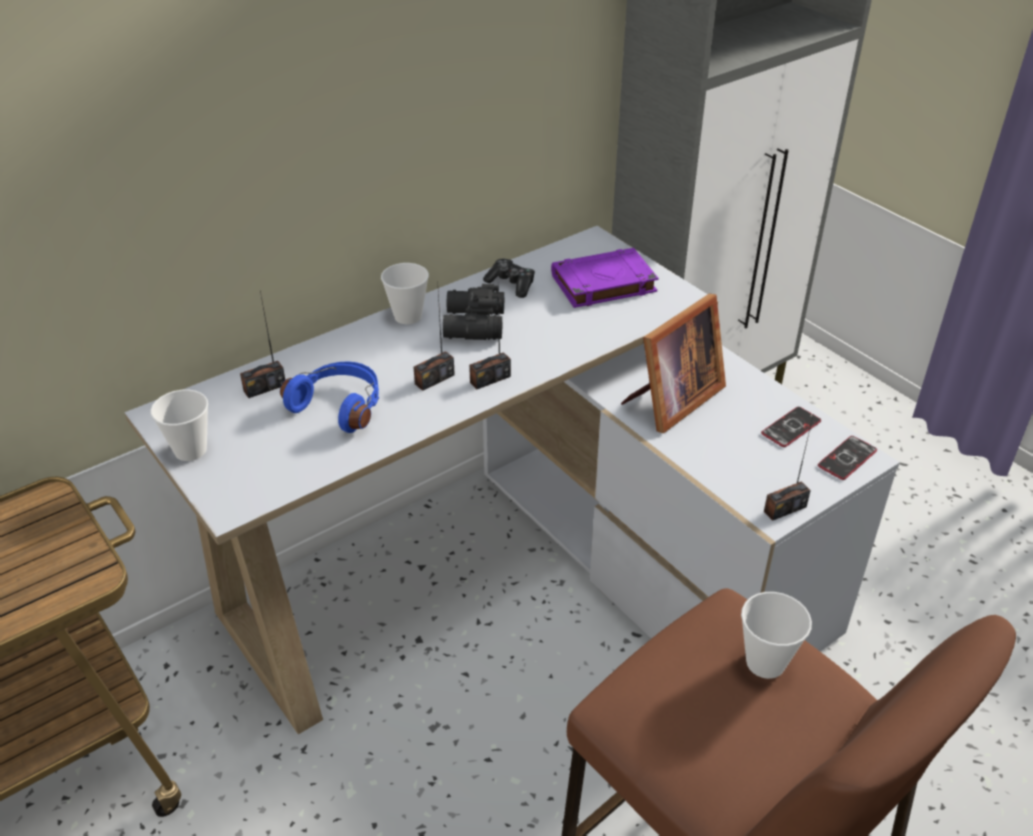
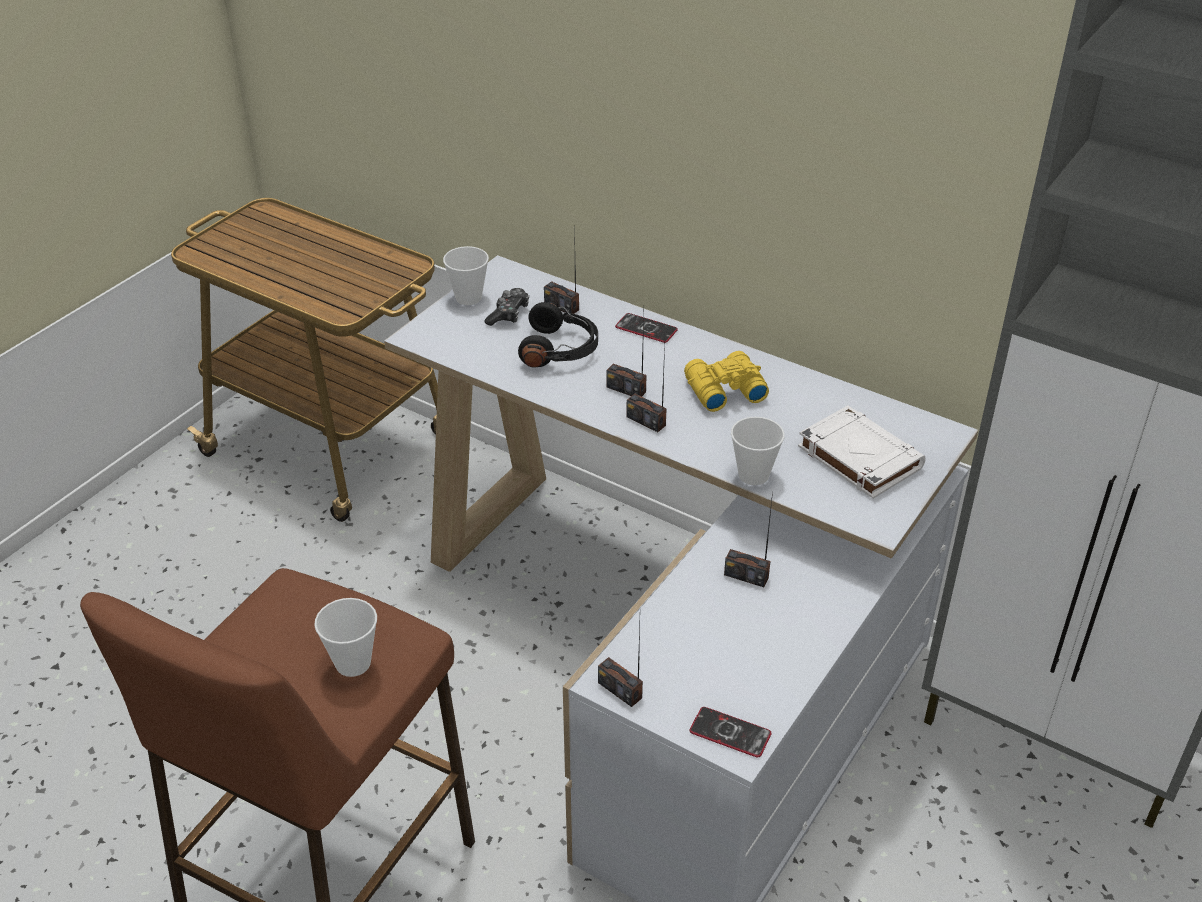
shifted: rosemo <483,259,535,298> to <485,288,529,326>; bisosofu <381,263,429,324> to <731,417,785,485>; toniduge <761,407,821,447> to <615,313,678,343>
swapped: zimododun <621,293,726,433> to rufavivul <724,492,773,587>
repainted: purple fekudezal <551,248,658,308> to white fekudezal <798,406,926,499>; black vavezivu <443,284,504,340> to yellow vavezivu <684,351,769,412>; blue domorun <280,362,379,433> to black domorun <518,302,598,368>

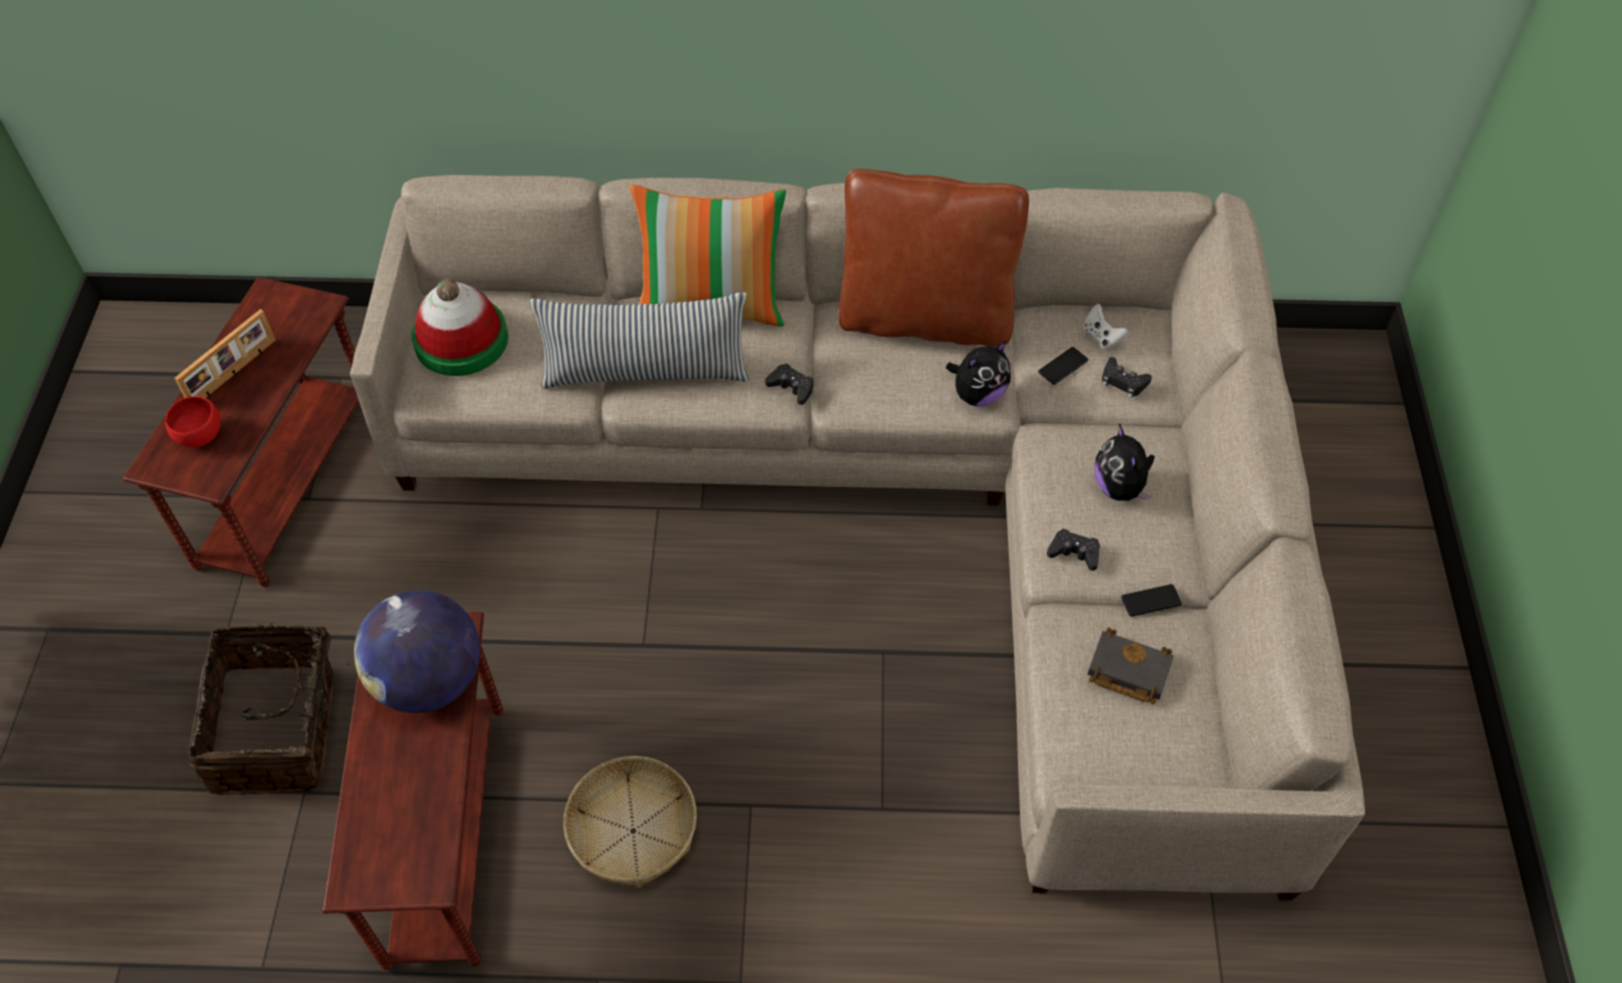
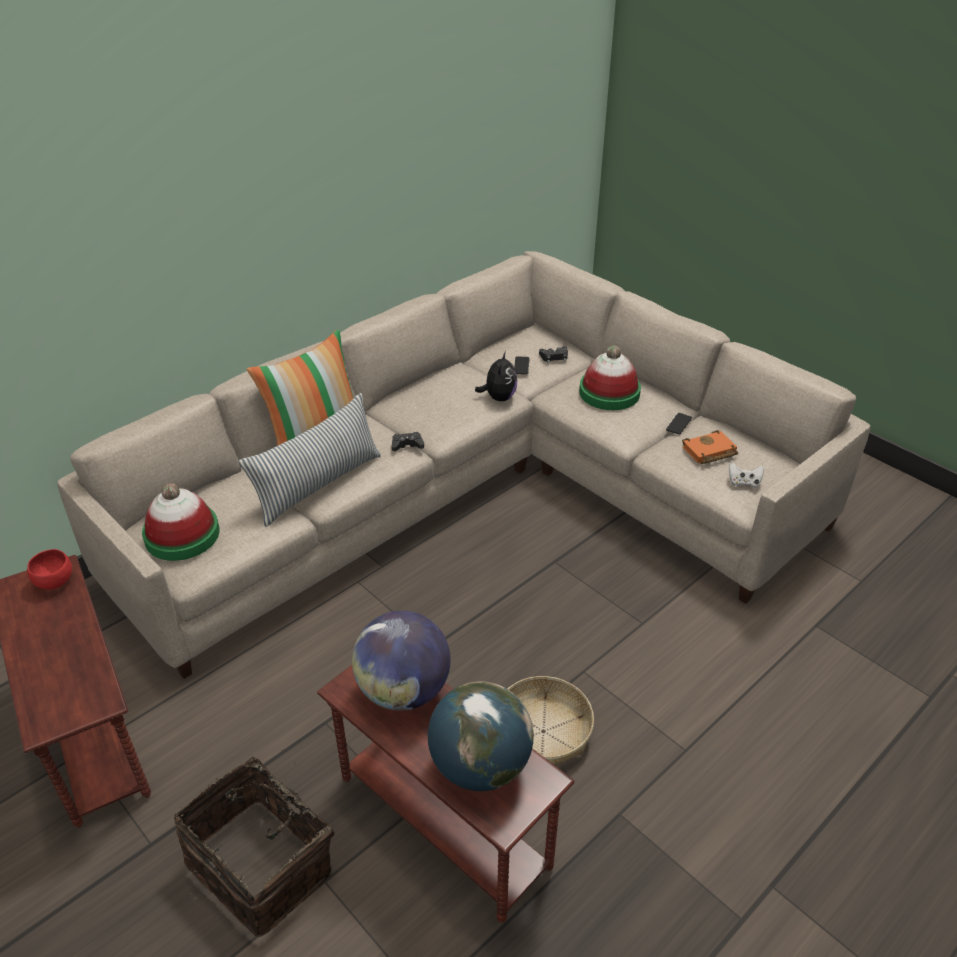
gone: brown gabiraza <838,169,1029,347>; zimododun <175,309,276,398>; black rosemo <1047,529,1100,571>
new: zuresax <428,681,534,791>
shifted: white rosemo <1082,304,1129,351> to <729,462,764,488>; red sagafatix <165,396,221,447> to <27,549,72,589>
swapped: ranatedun <1094,424,1155,501> to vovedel <579,345,641,410>
repainted: black fekudezal <1088,628,1174,704> to orange fekudezal <682,430,738,464>

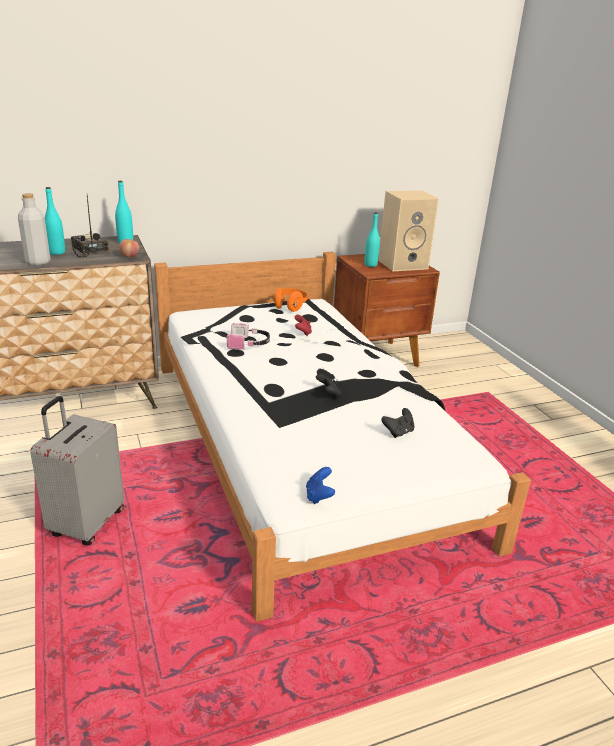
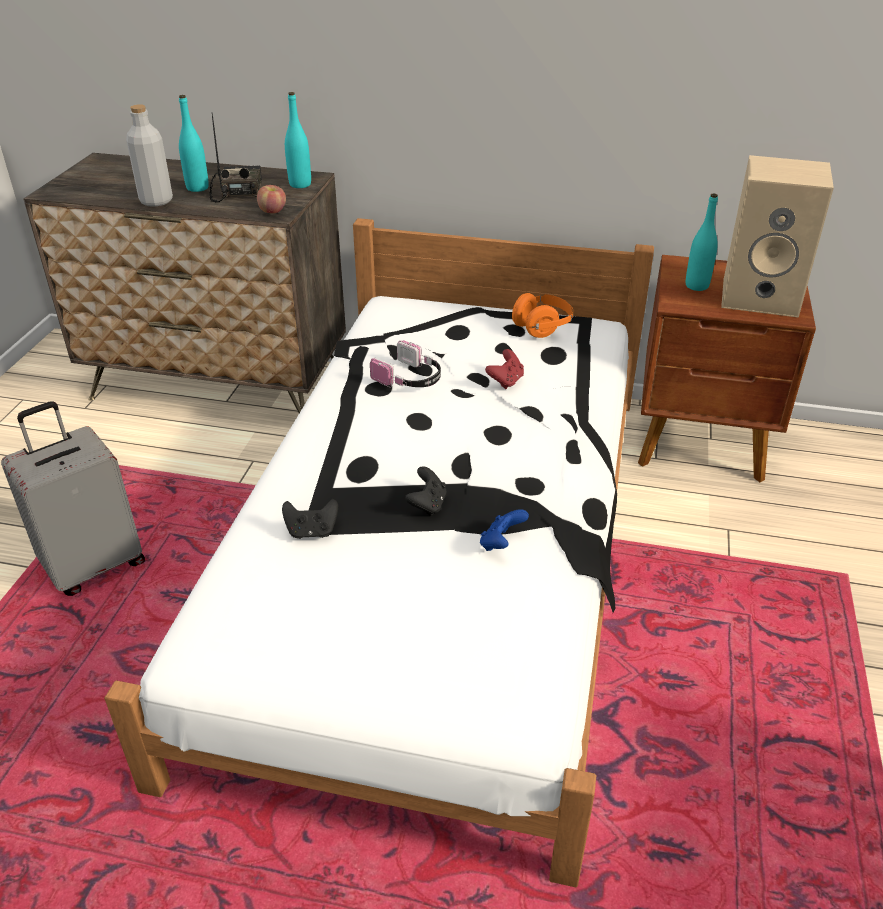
shifted: black rosemo <381,408,415,438> to <282,499,338,539>; blue rosemo <306,467,335,504> to <480,509,529,551>

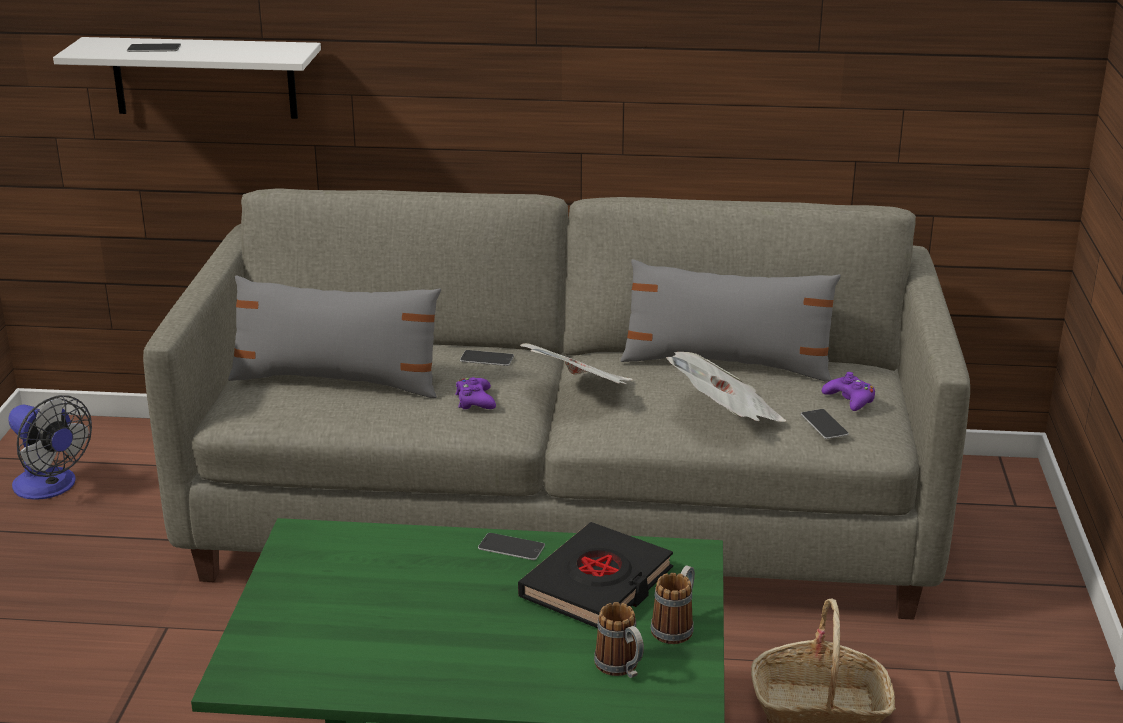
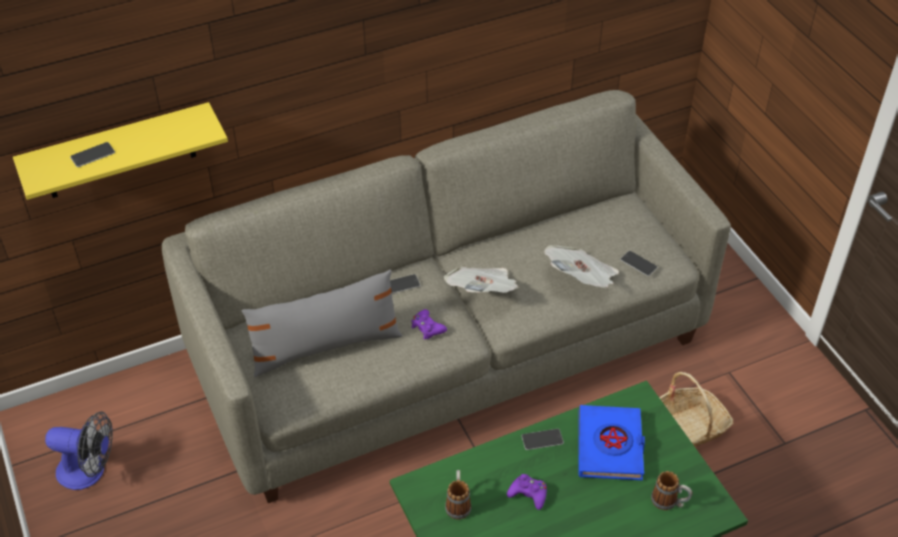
gone: grey gabiraza <620,259,841,382>
shifted: purple rosemo <822,372,875,411> to <507,474,547,510>; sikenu <651,565,695,644> to <445,470,471,519>
repainted: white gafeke <53,37,321,119> to yellow gafeke <13,102,228,200>; black fekudezal <518,522,673,628> to blue fekudezal <578,405,645,481>

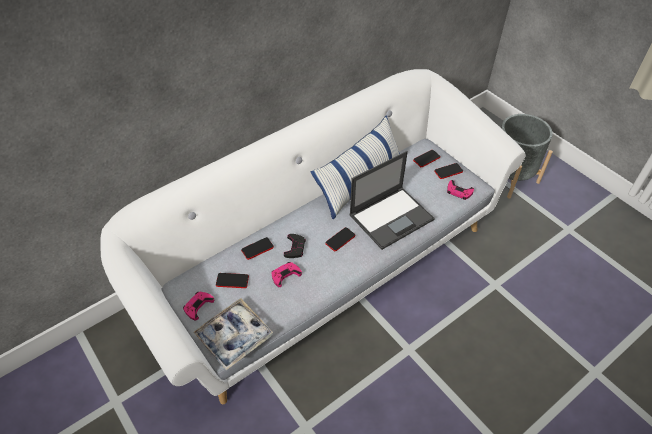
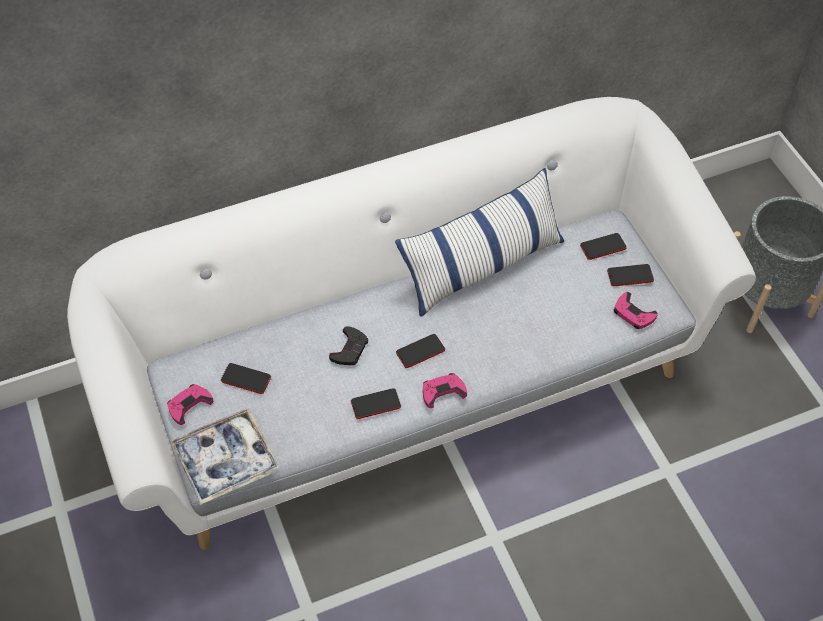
gone: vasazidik <349,151,435,250>
shifted: toniduge <241,237,274,260> to <351,388,401,419>; pink rosemo <271,262,302,287> to <423,373,467,408>

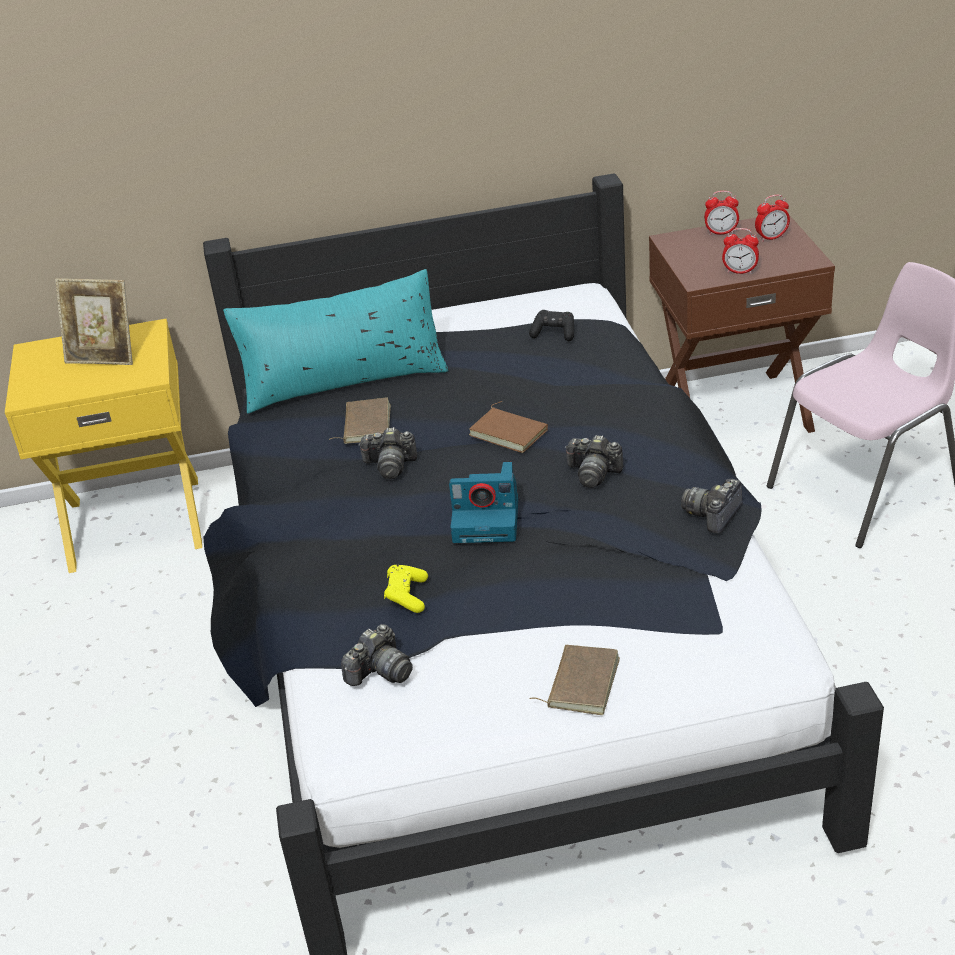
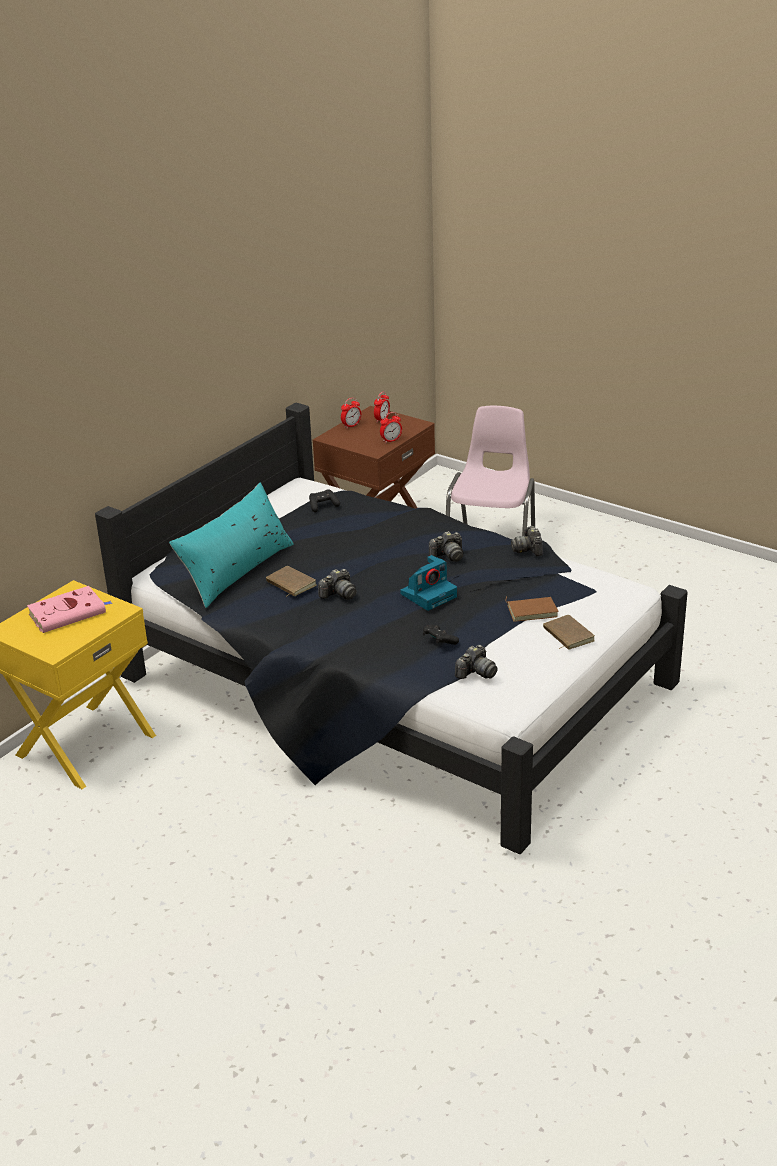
shifted: brown fekudezal <469,401,548,453> to <505,597,559,622>
swapped: zimododun <55,278,133,365> to pink fekudezal <27,586,112,633>
repainted: yellow rosemo <384,565,428,613> to black rosemo <423,625,459,645>
rotated: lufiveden <341,624,413,686> = <455,645,498,679> 45 degrees clockwise

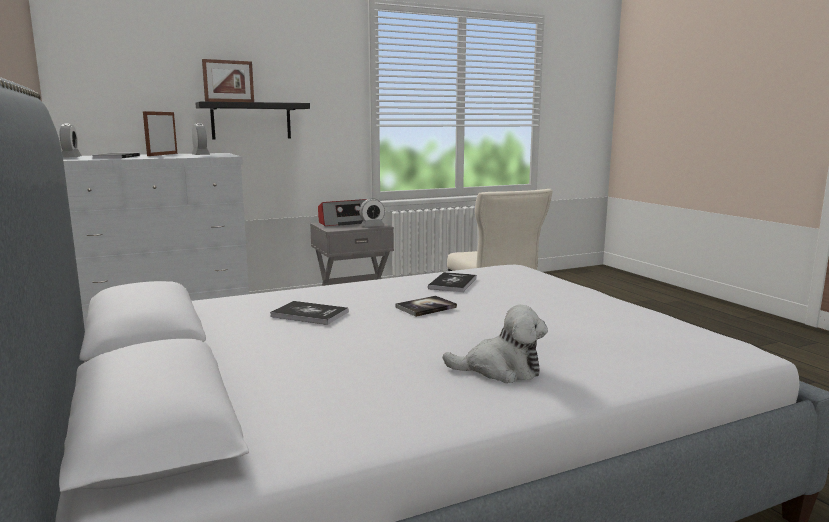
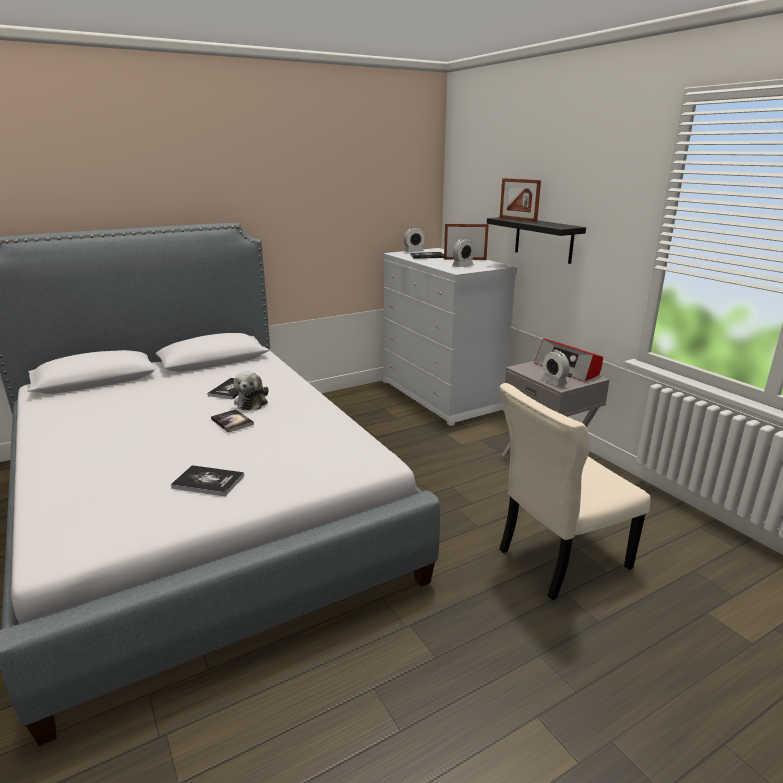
shifted: fekudezal <428,272,476,292> to <171,465,244,496>; ranatedun <443,305,548,383> to <234,372,268,410>

